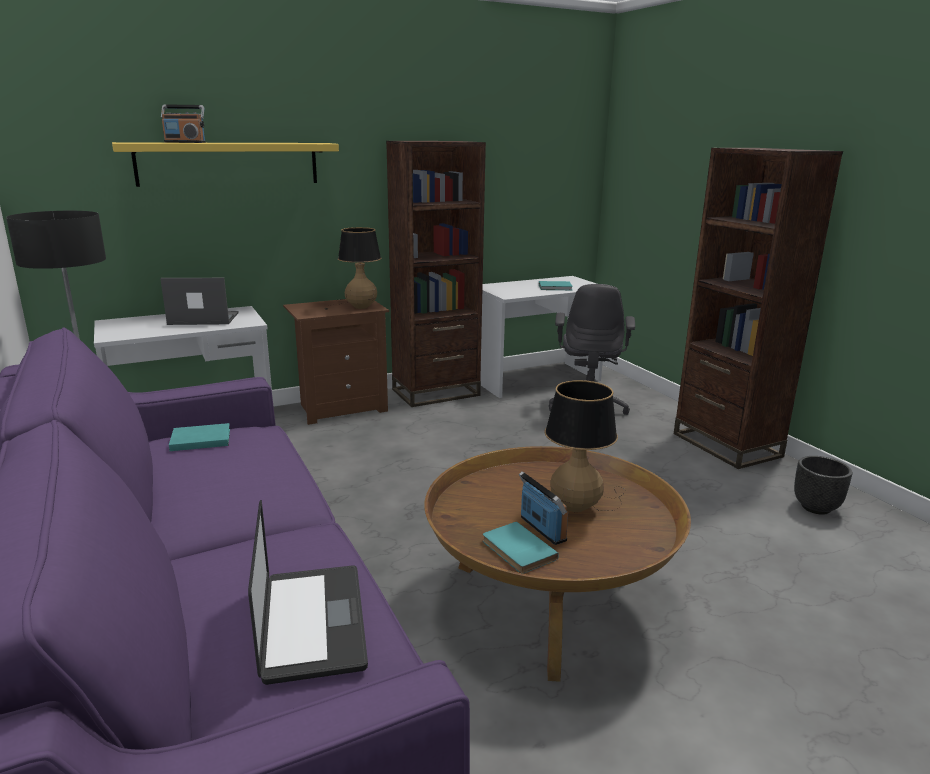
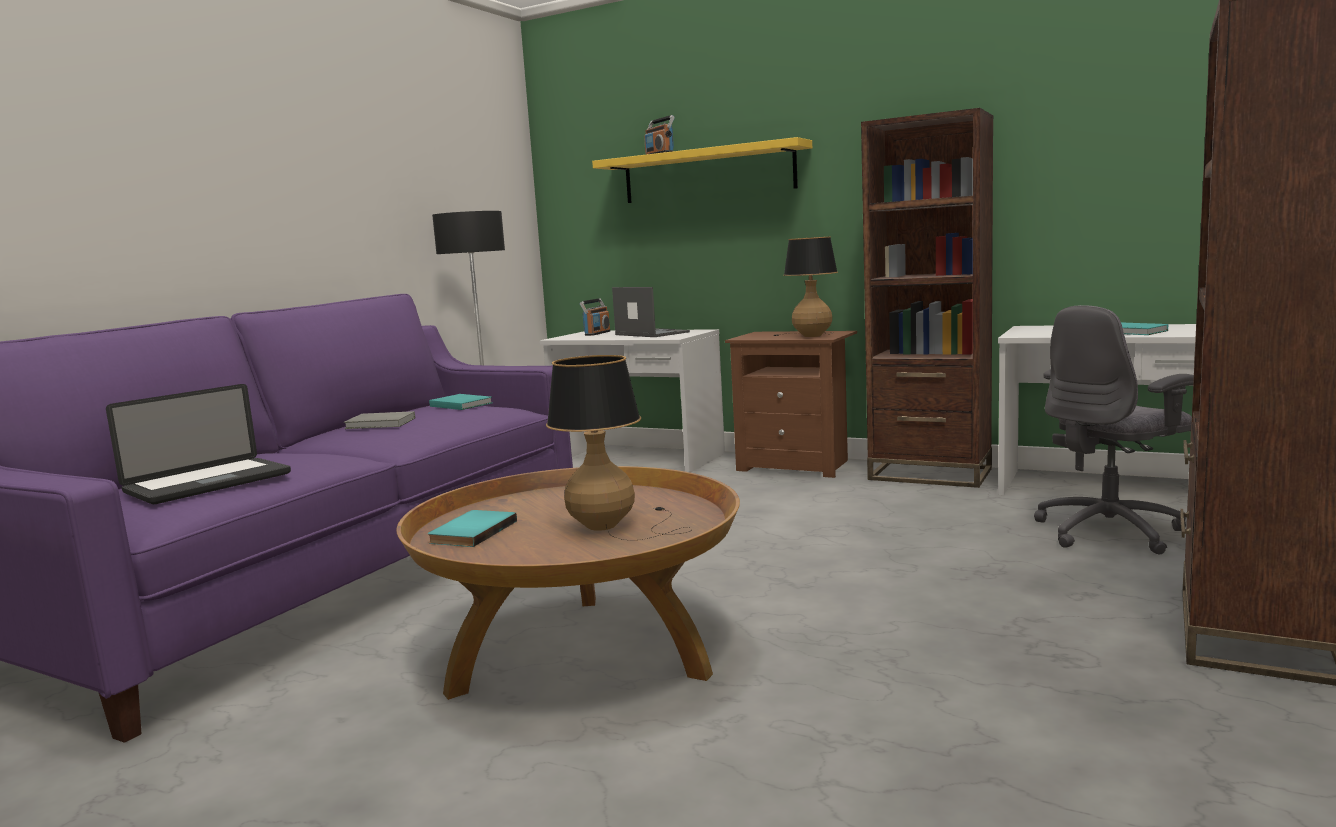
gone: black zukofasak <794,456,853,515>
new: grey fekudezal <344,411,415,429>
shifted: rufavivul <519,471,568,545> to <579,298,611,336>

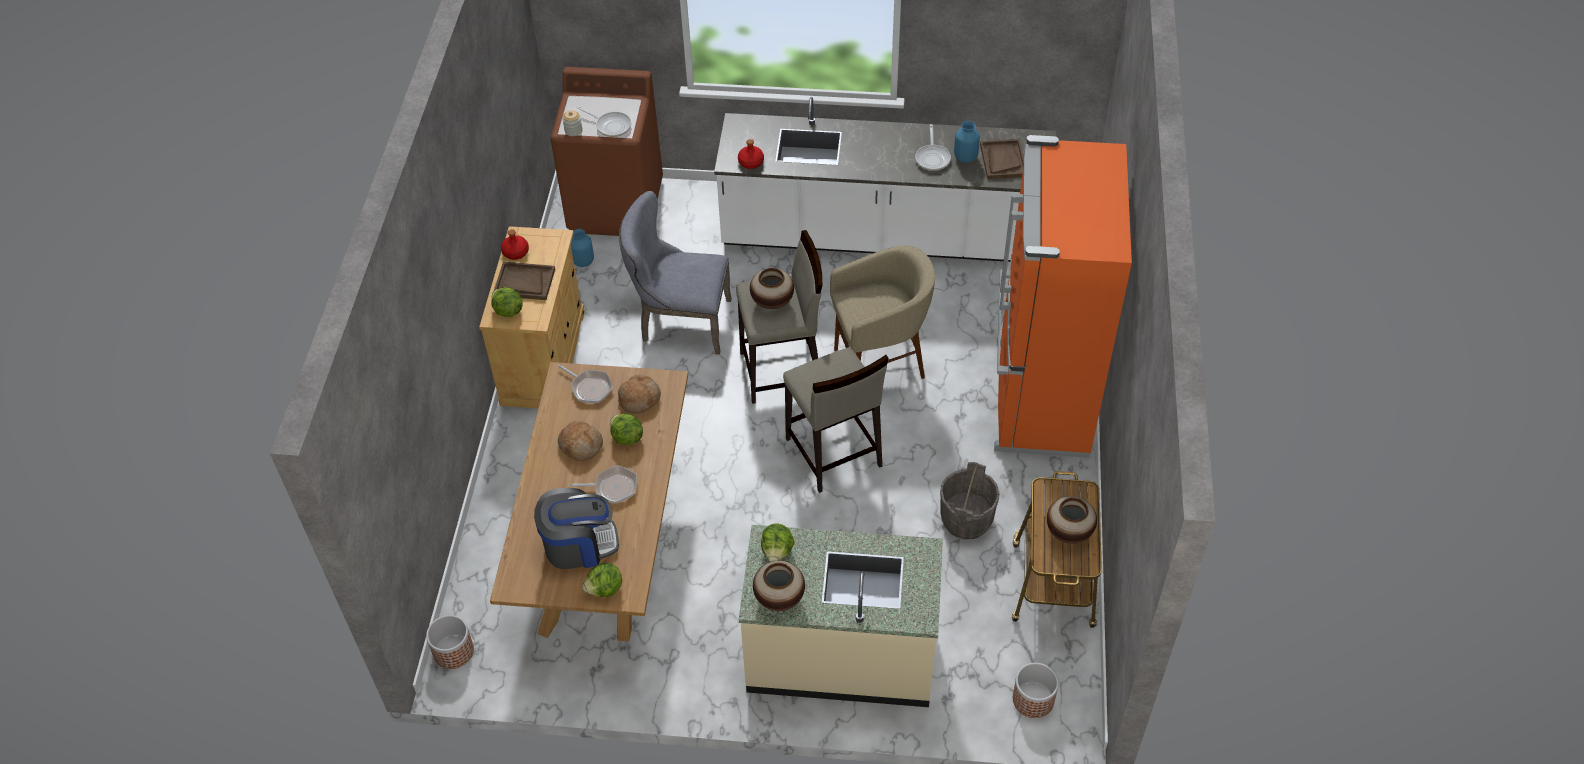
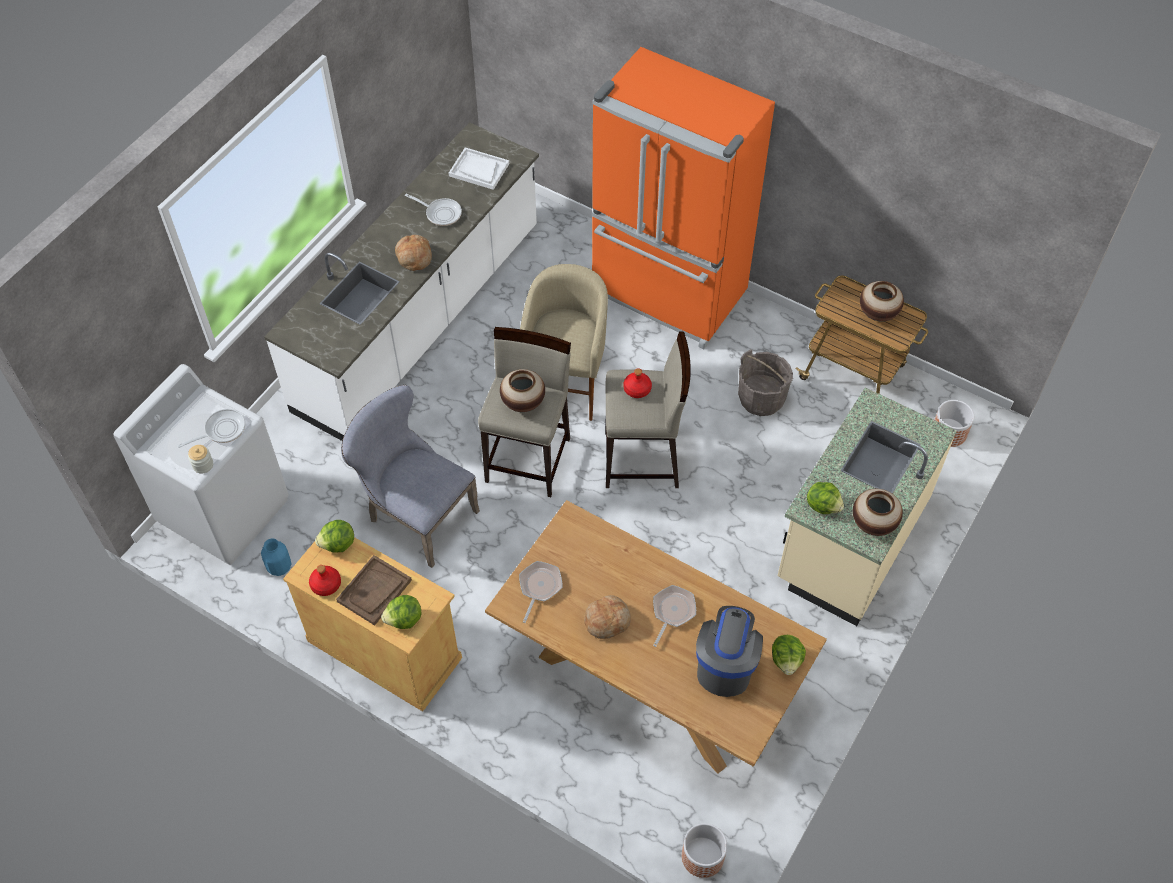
gone: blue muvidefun <954,121,980,163>
shifted: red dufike <738,139,764,169> to <623,368,652,398>; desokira <618,374,661,414> to <395,235,432,271>; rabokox <610,413,643,445> to <315,520,354,553>
repainted: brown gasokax <550,67,663,236> to white gasokax <113,364,289,565>; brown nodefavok <980,139,1024,179> to white nodefavok <449,147,509,190>
rotated: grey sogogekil <619,191,732,355> = <341,385,480,568> 90 degrees clockwise; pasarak <558,364,613,403> = <519,561,563,623> 45 degrees counterclockwise

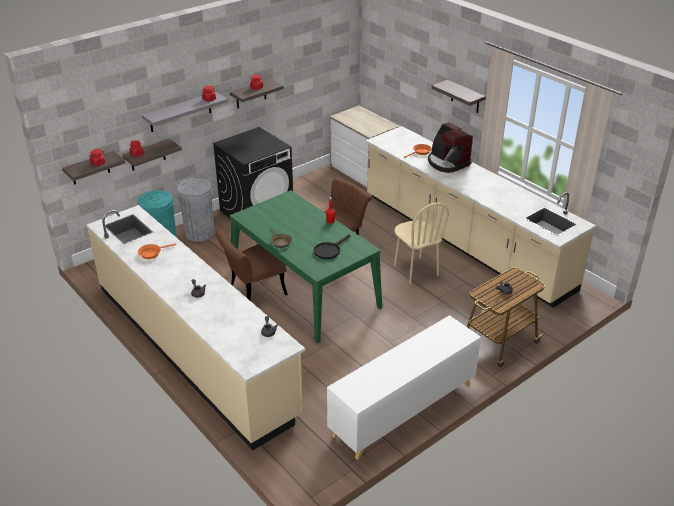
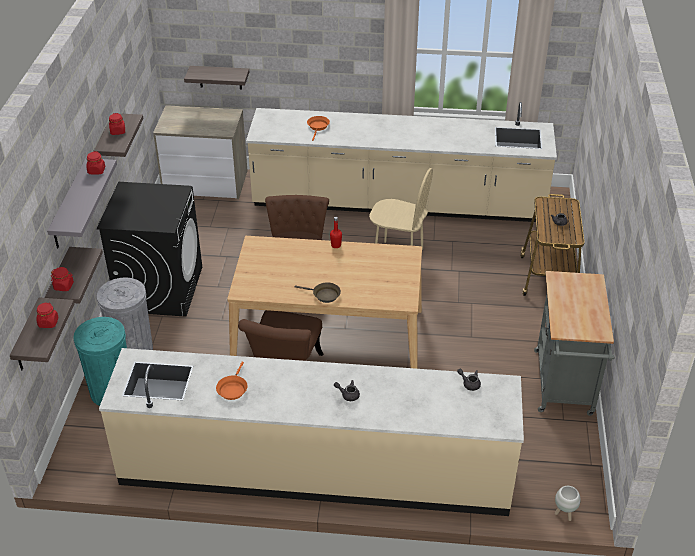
gone: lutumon <428,122,473,173>; black pasarak <314,235,350,259>
new: white zukofasak <555,486,581,521>
shifted: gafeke <432,80,486,113> to <184,66,249,90>
swapped: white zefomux <327,315,481,460> to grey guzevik <534,271,615,416>
repainted: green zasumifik <230,190,382,343> to beige zasumifik <227,236,422,369>

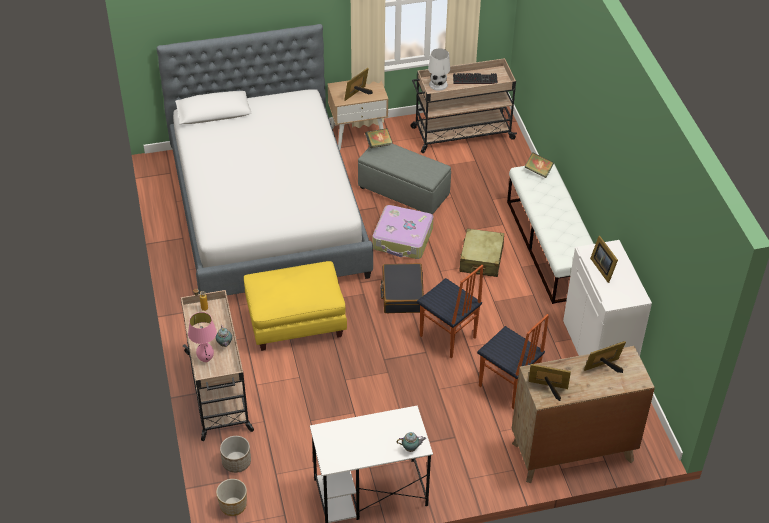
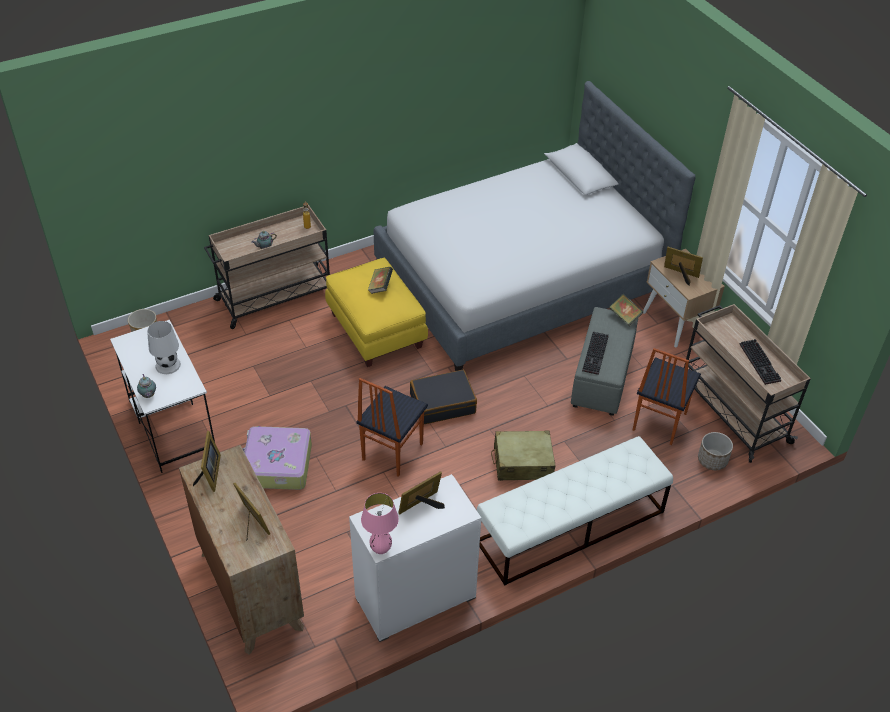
new: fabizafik <582,332,609,375>
shifted: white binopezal <428,48,450,91> to <147,321,181,374>; fekudezal <524,152,554,178> to <368,267,393,294>; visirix <373,205,434,259> to <243,426,312,490>; pink binopezal <188,312,217,362> to <361,493,399,554>; sogogekil <477,314,549,409> to <633,348,701,445>; zukofasak <220,436,251,473> to <698,432,733,470>

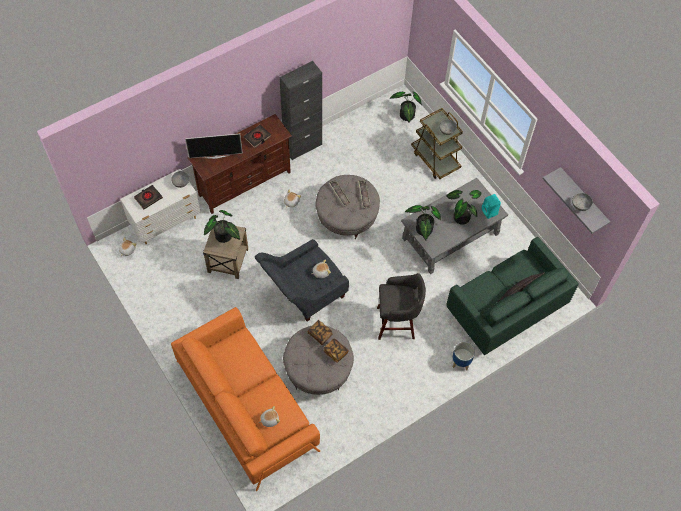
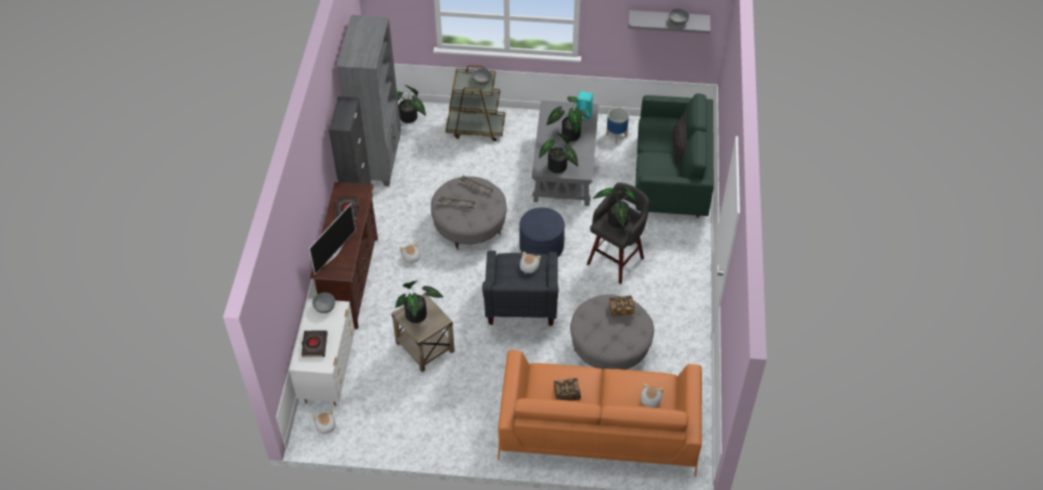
new: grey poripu <337,15,401,186>; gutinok <593,187,637,229>; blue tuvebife <519,207,565,257>
shifted: fekudezal <308,320,333,345> to <554,378,581,401>; zukofasak <453,342,475,371> to <606,107,629,143>

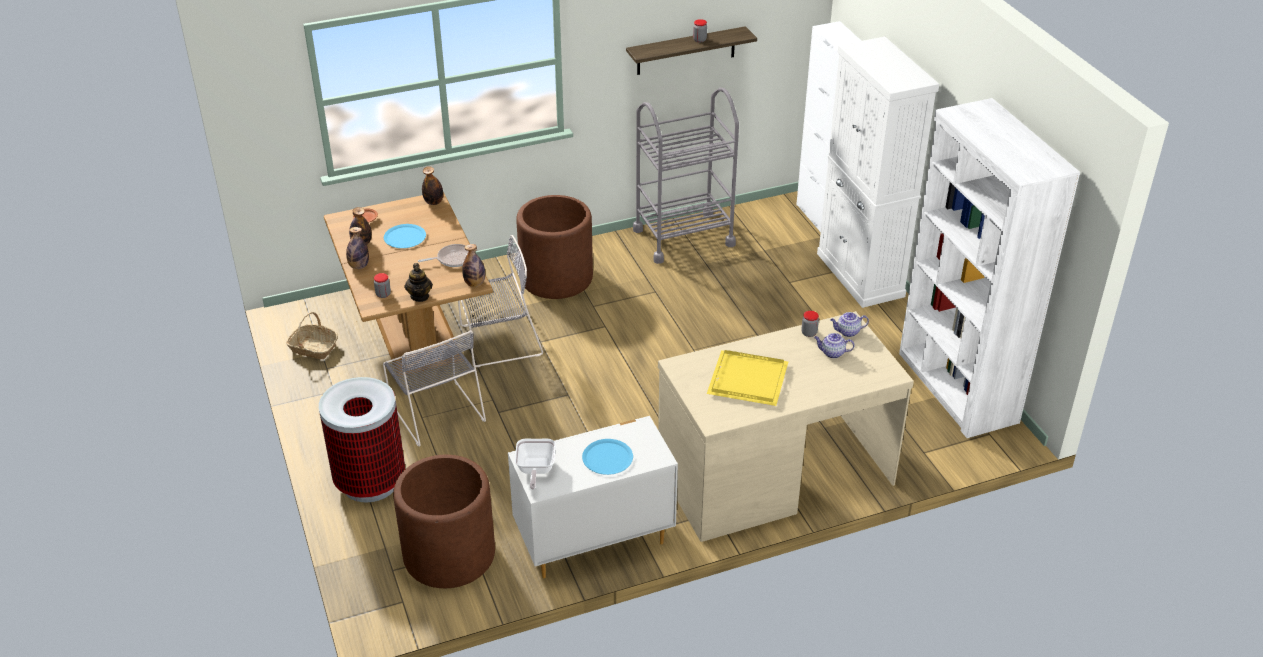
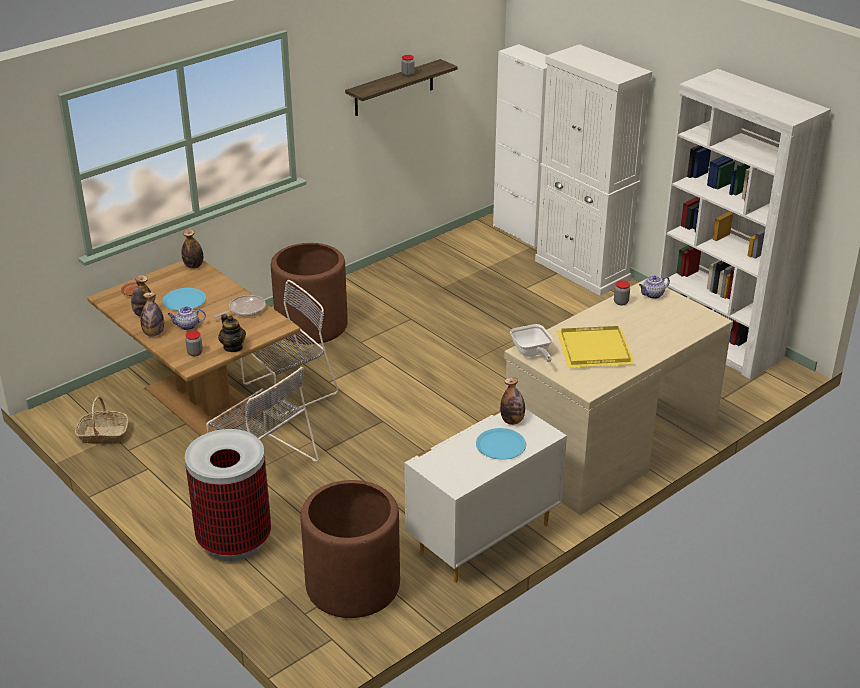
gone: grey guzevik <633,88,739,264>
shifted: dufike <462,244,485,287> to <500,377,525,425>; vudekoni <814,333,854,358> to <167,307,206,330>; pasarak <515,439,556,490> to <510,324,553,362>

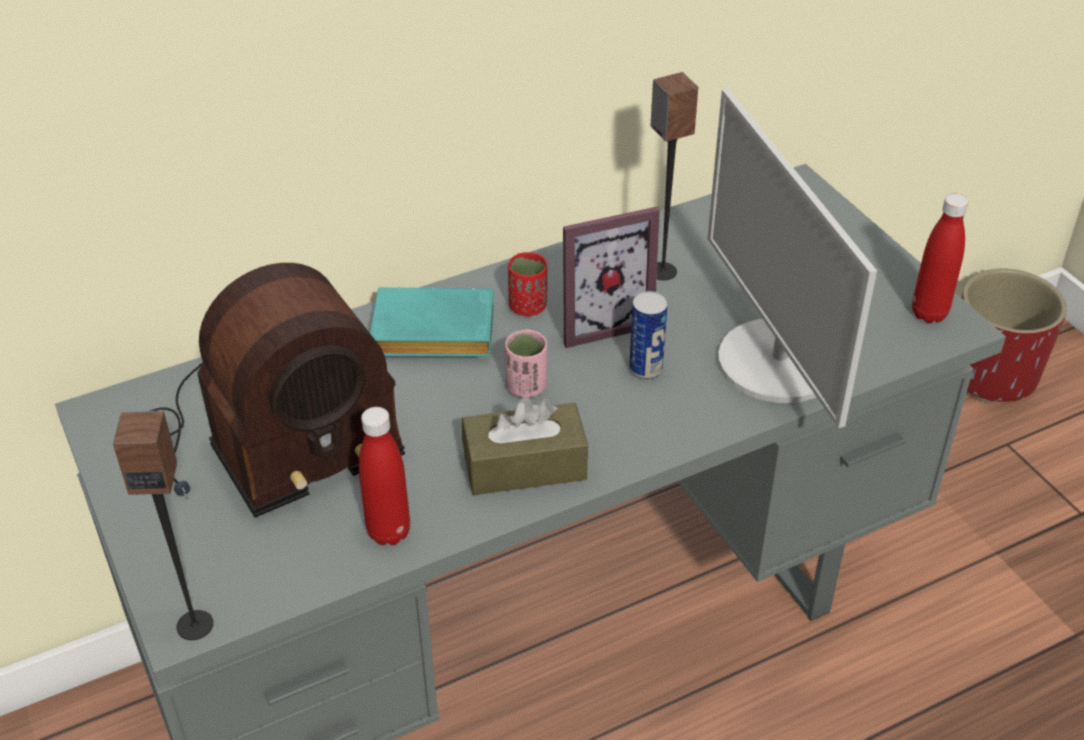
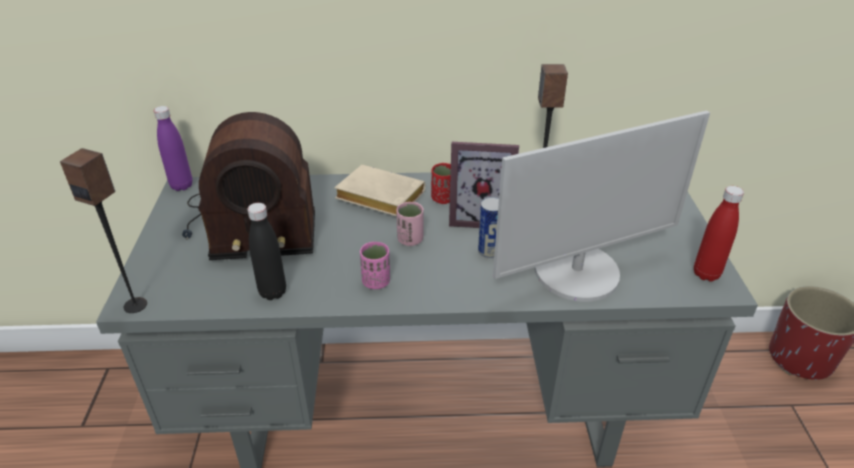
new: purple dufike <154,106,192,191>
swapped: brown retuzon <462,398,588,495> to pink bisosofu <360,242,390,289>
repainted: turquoise fekudezal <370,287,494,357> to beige fekudezal <334,165,425,217>; red dufike <359,407,410,545> to black dufike <247,203,286,300>
rotated: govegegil <707,88,877,429> = <493,110,710,302> 120 degrees counterclockwise

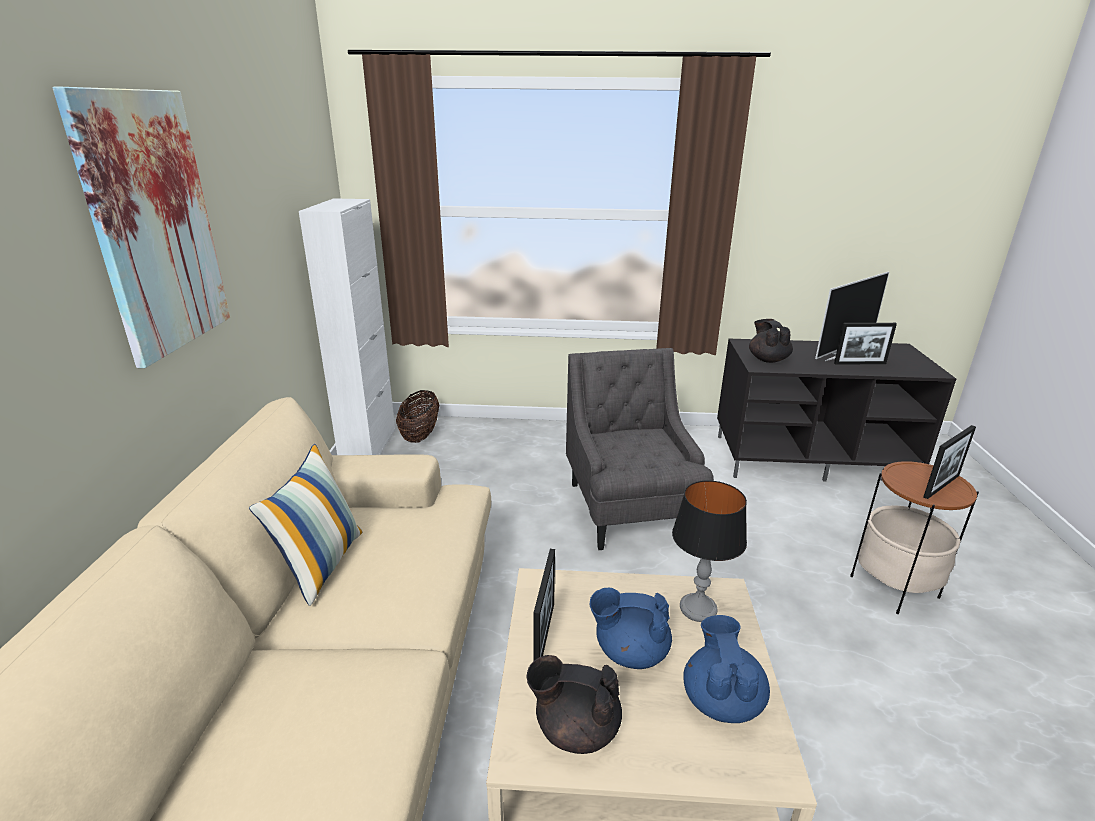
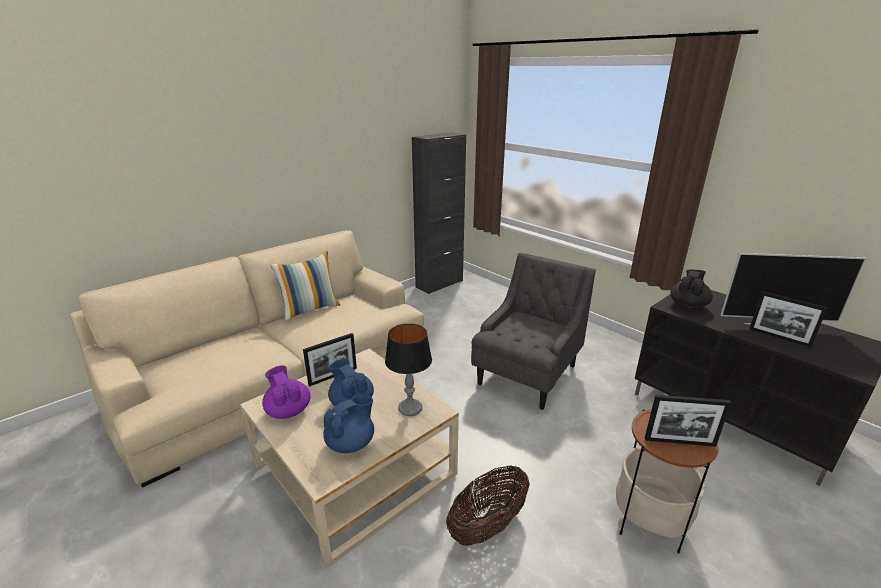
gone: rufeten <52,86,230,368>
shifted: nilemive <396,390,440,443> to <446,465,530,546>
repainted: white zefomux <299,198,395,455> to black zefomux <412,132,466,294>; black vudekoni <527,655,622,754> to purple vudekoni <262,365,311,419>

